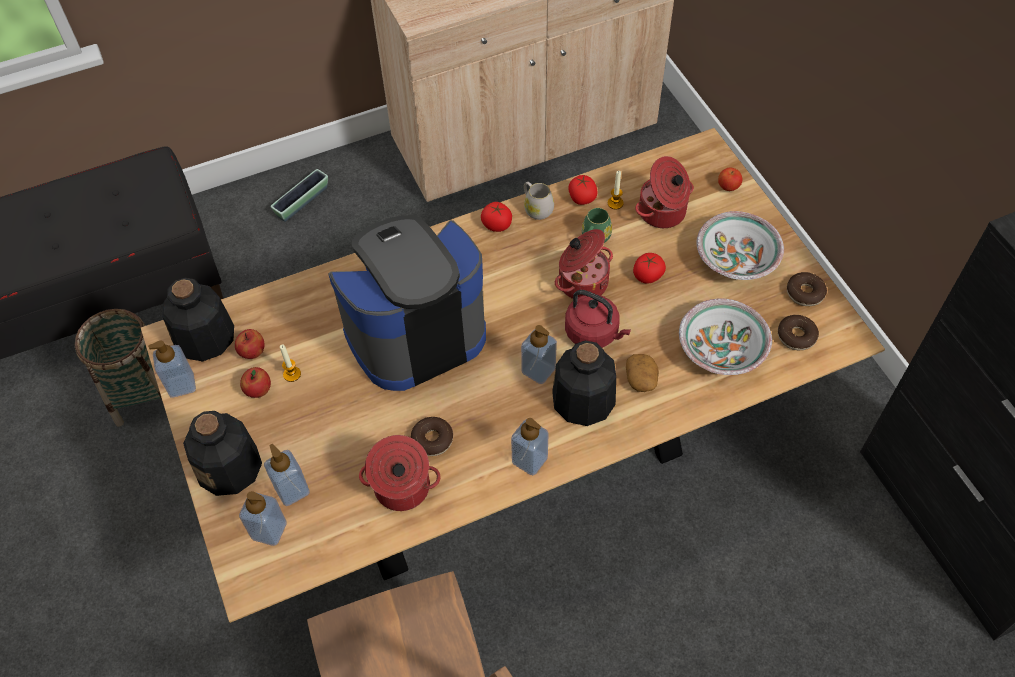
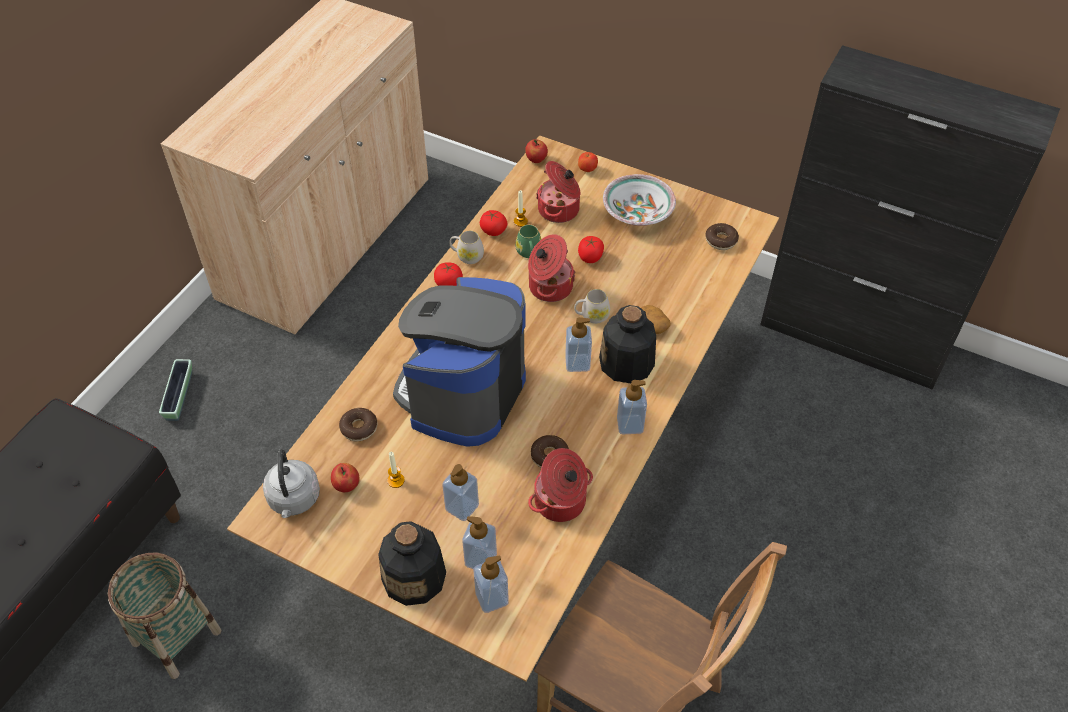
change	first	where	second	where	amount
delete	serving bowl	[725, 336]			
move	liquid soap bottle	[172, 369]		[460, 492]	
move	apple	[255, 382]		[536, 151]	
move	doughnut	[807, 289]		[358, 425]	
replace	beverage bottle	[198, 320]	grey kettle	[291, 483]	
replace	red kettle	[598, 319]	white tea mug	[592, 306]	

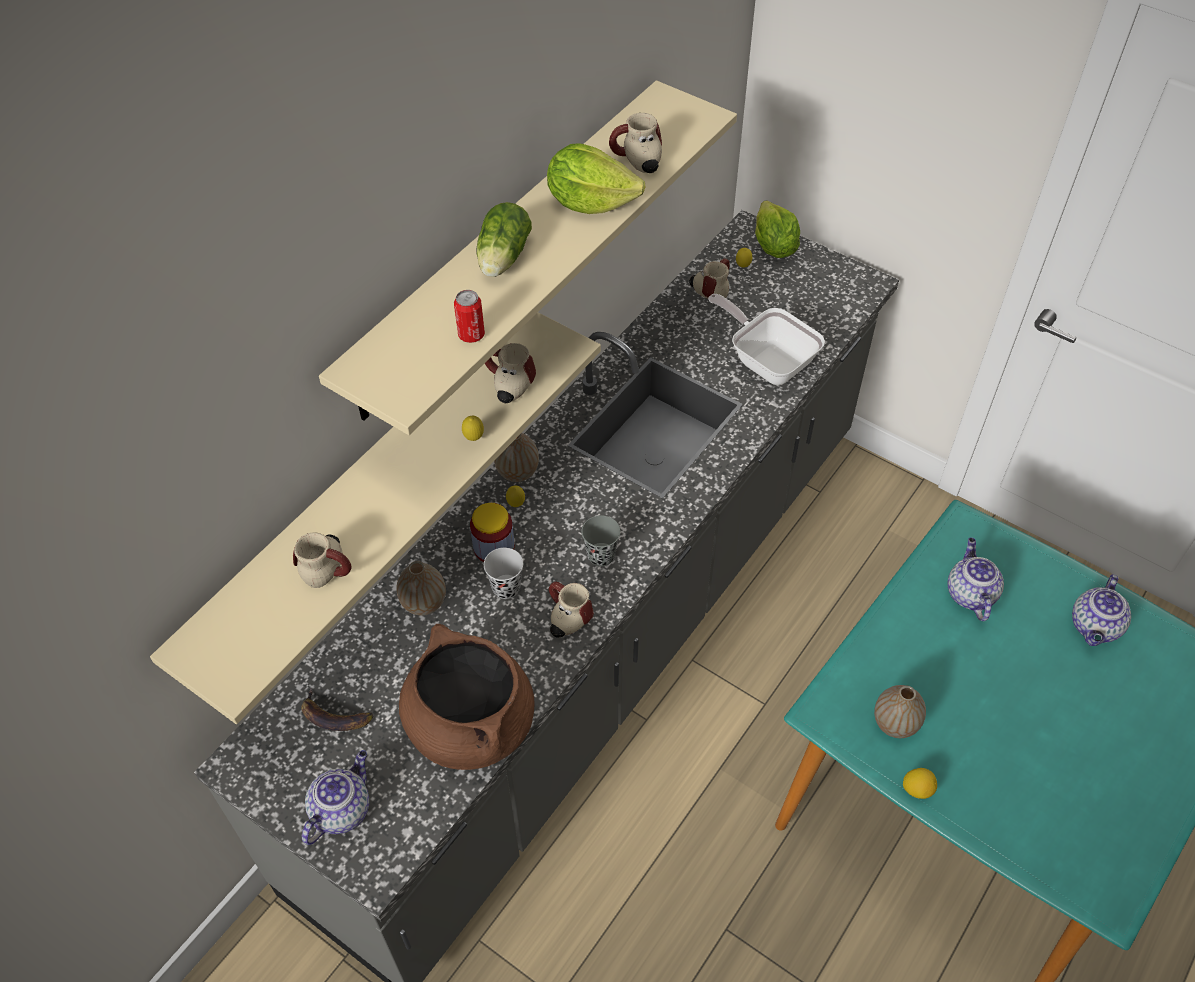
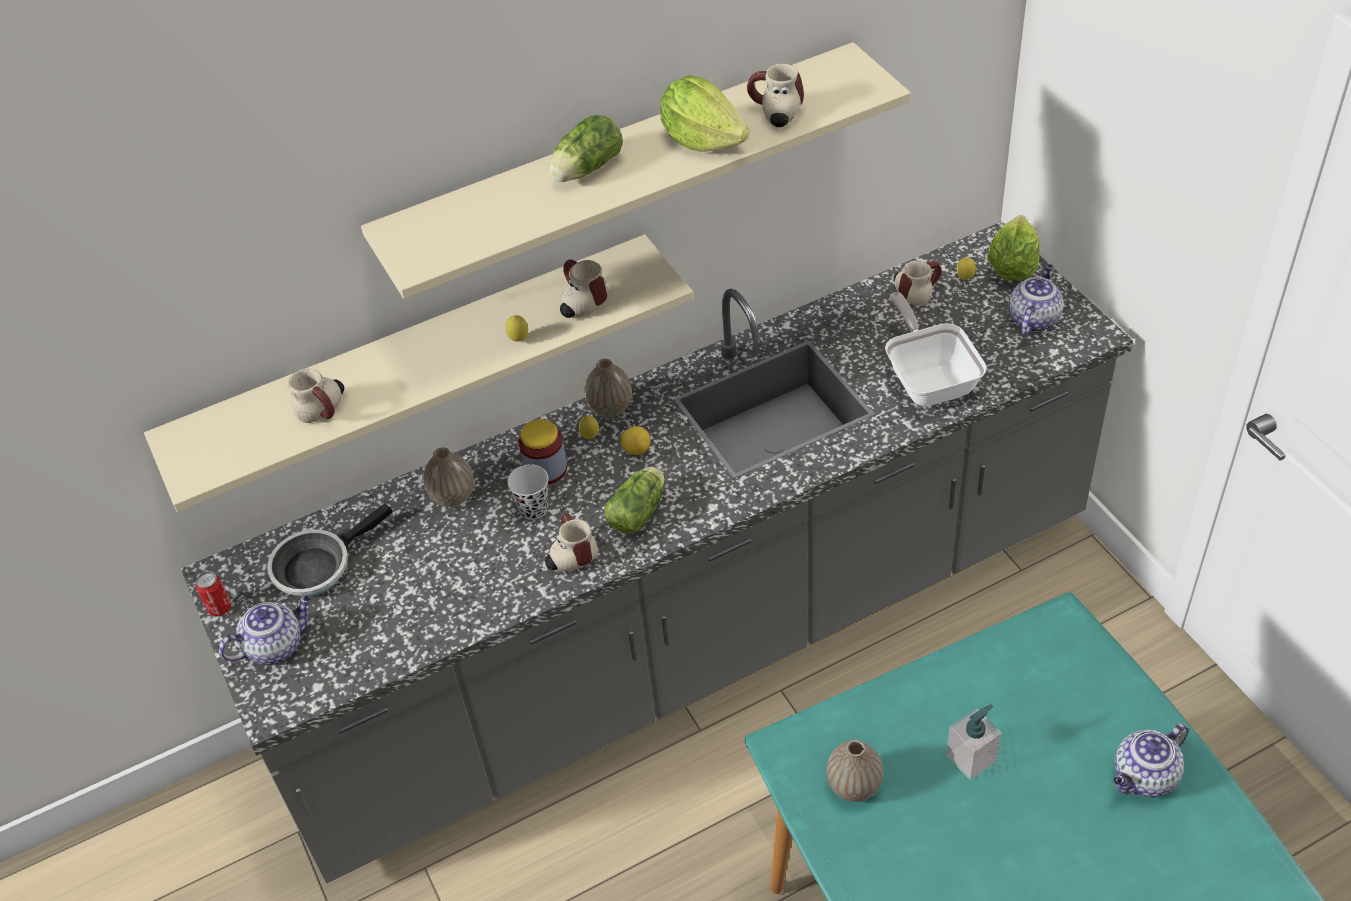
change	first	where	second	where	amount
delete	brown stockpot	[467, 697]			
insert			liquid soap bottle	[974, 742]	
move	metal can	[469, 316]		[214, 593]	
move	whole lemon	[920, 783]		[635, 440]	
move	teapot	[976, 579]		[1036, 299]	
replace	banana fruit	[337, 709]	skillet	[330, 550]	
replace	grey drinking cup	[601, 540]	lettuce	[634, 500]	

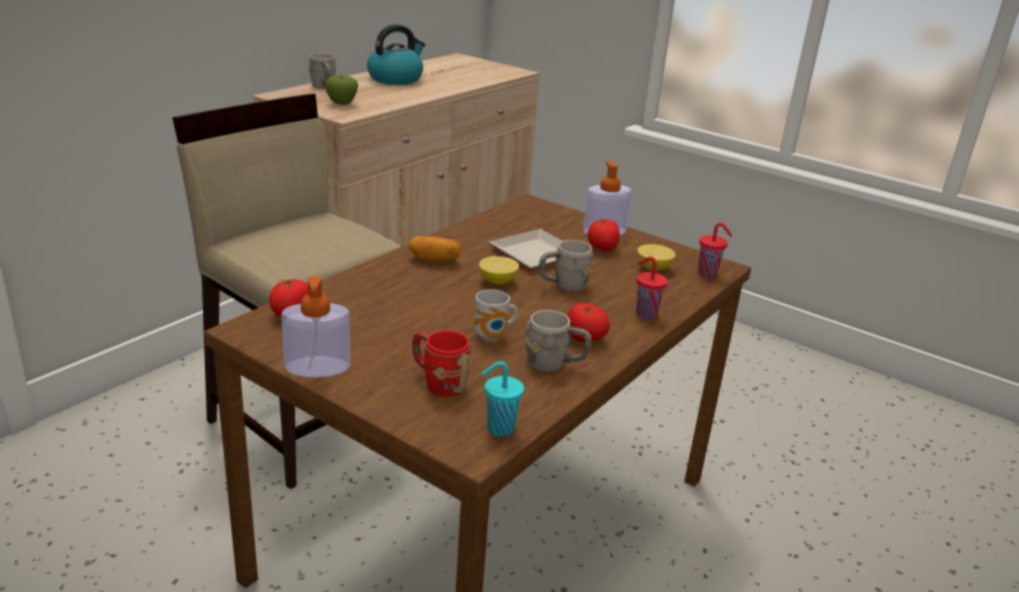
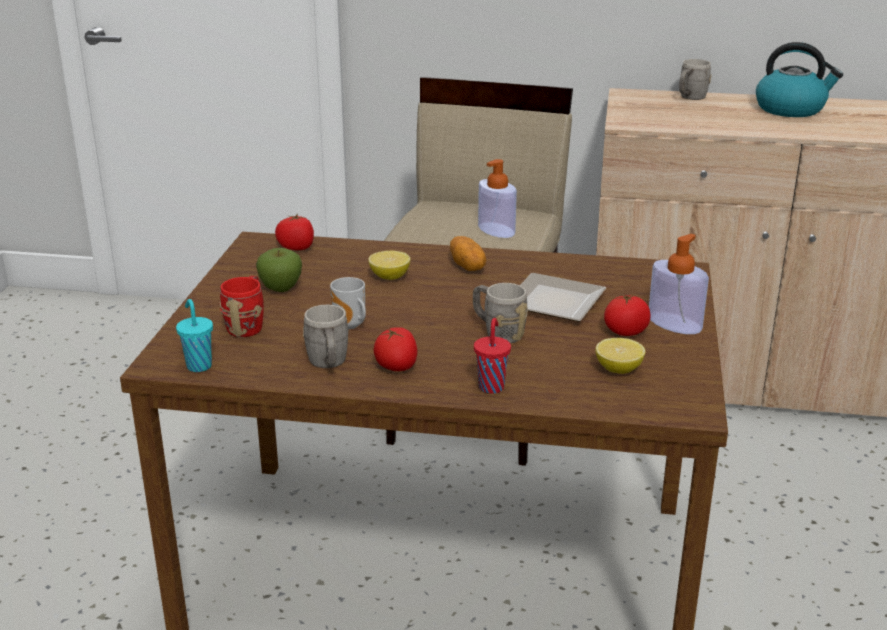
change	first	where	second	where	amount
delete	red drinking cup	[715, 250]			
move	liquid soap bottle	[315, 326]		[497, 198]	
move	apple	[341, 90]		[279, 270]	
move	whole lemon	[499, 270]		[389, 265]	

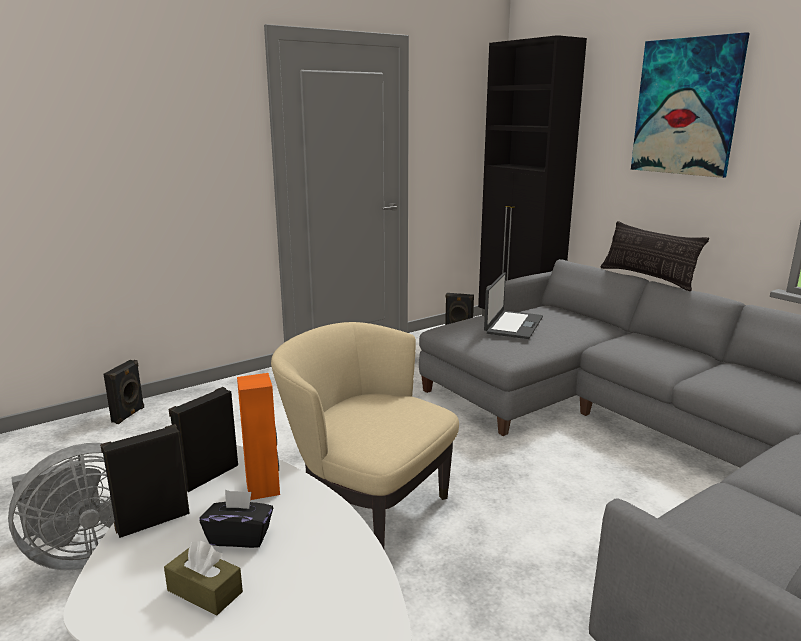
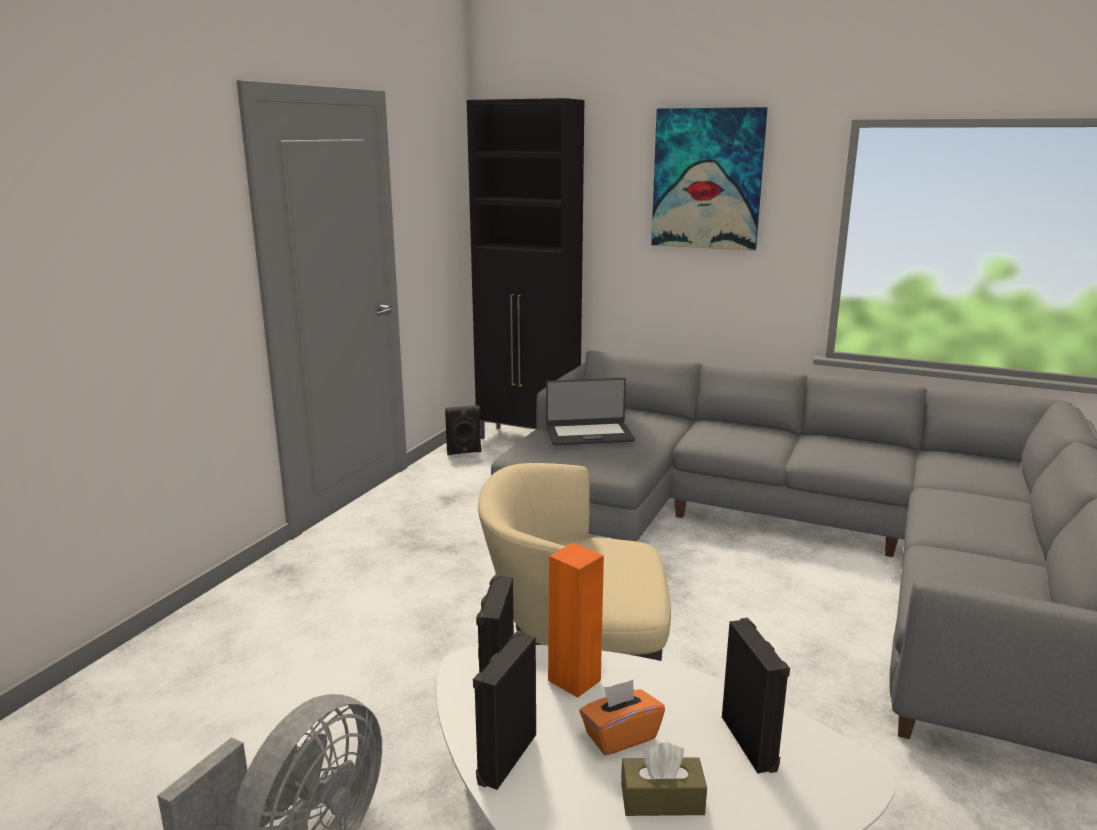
change	first	where	second	where	amount
delete	cushion	[655, 256]			
move	blackish audio speaker	[123, 392]		[756, 696]	
recolor	blackish box of tissues	[236, 519]	orange-coloured box of tissues	[622, 717]	
rotate	portable computer	[513, 306]		[590, 411]	90 degrees clockwise

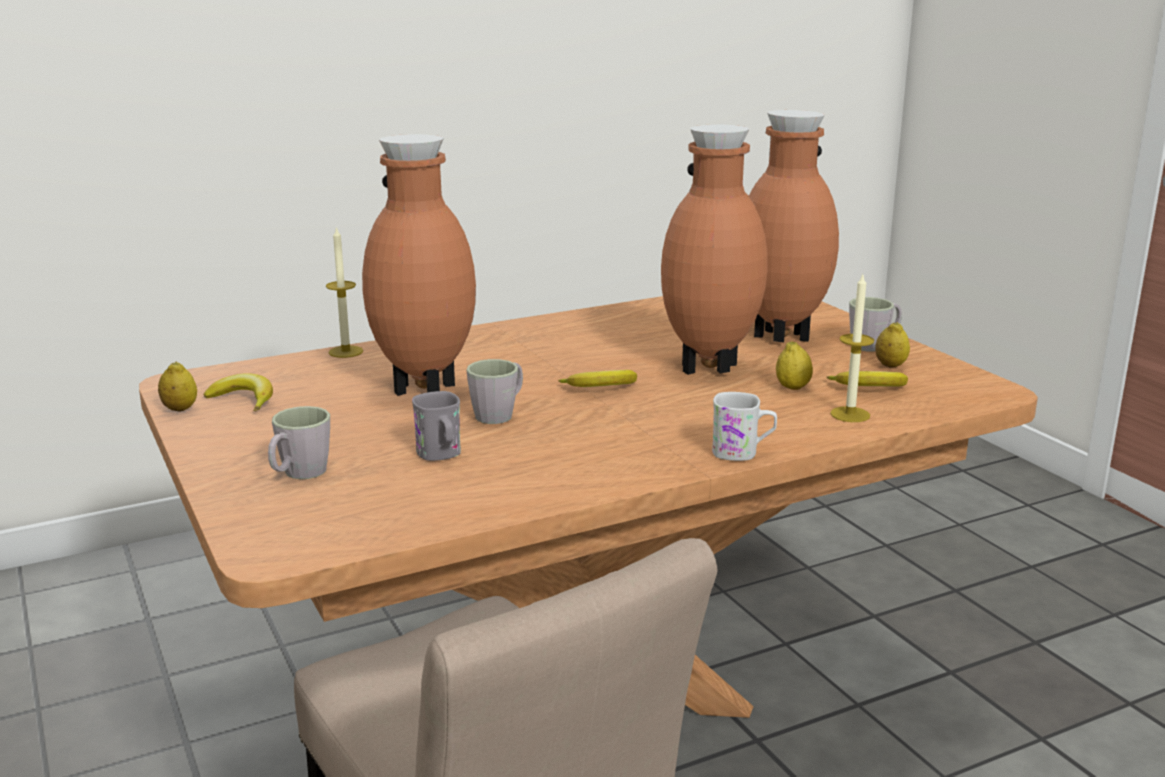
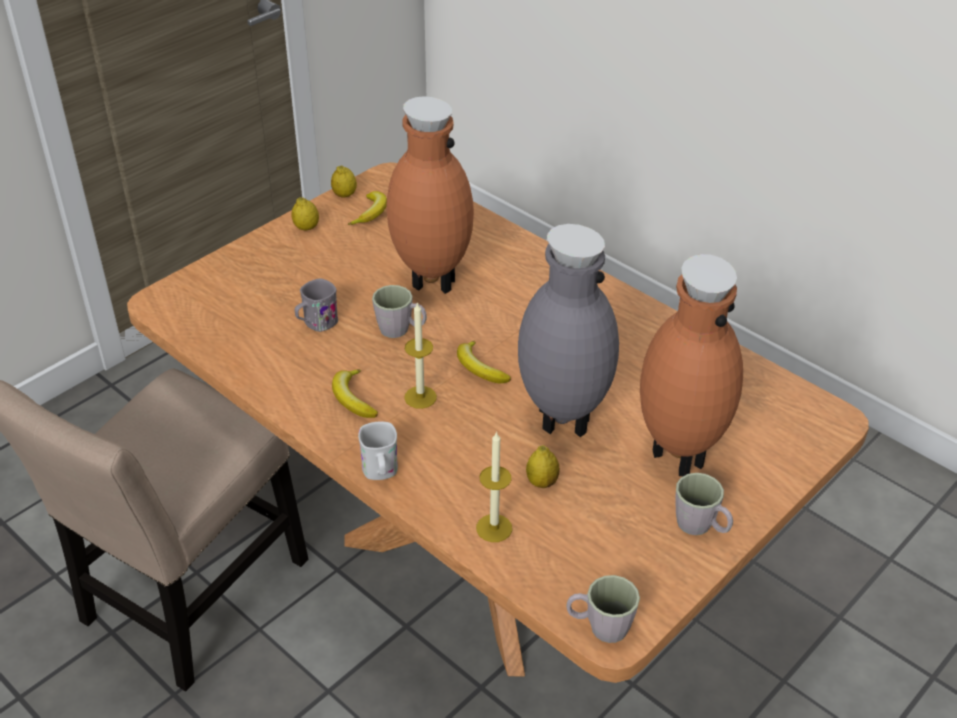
change	first	where	second	where	amount
move	grey tea mug	[299, 442]		[603, 609]	
move	wax candle	[344, 292]		[420, 355]	
move	banana fruit	[867, 379]		[355, 393]	
move	whole lemon	[892, 345]		[305, 214]	
recolor	brown decorative vase	[714, 249]	grey decorative vase	[568, 330]	

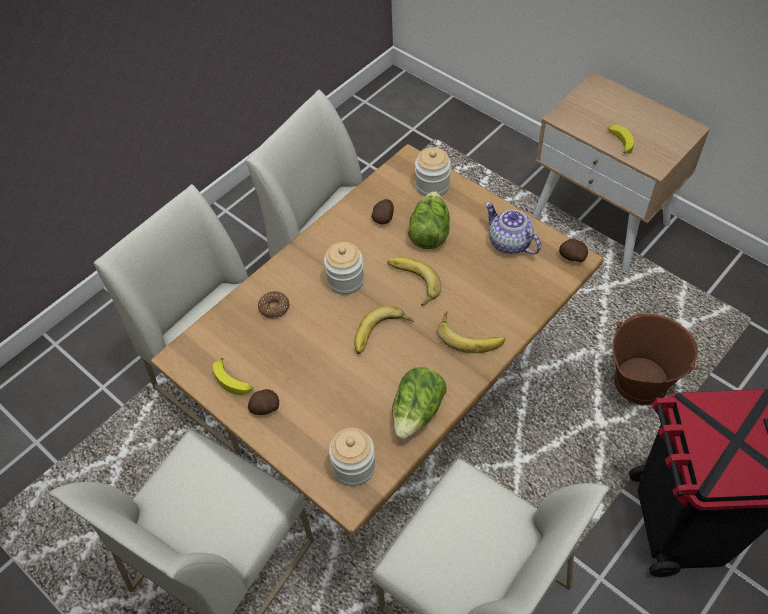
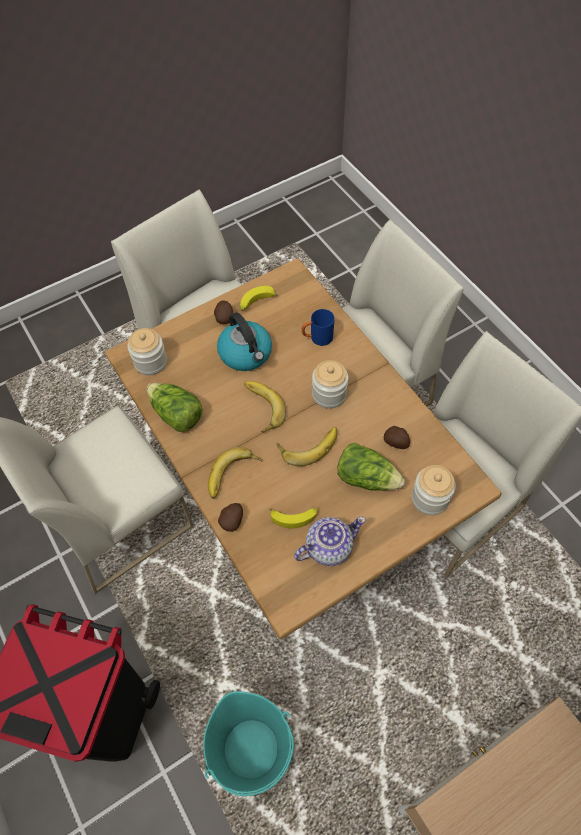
change	first	where	second	where	amount
insert			kettle	[244, 341]	
move	whole potato	[573, 250]		[230, 517]	
move	banana fruit	[620, 139]		[293, 518]	
replace	doughnut	[273, 305]	blue-coloured tea mug	[318, 327]	
recolor	brown bucket	[655, 359]	blue-green bucket	[248, 743]	

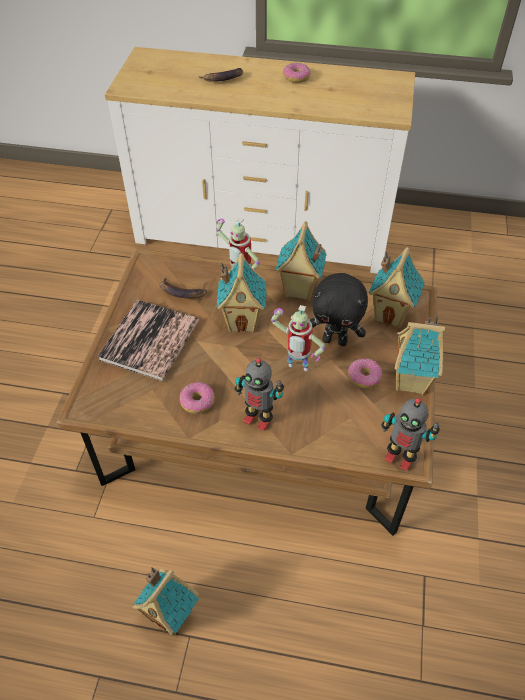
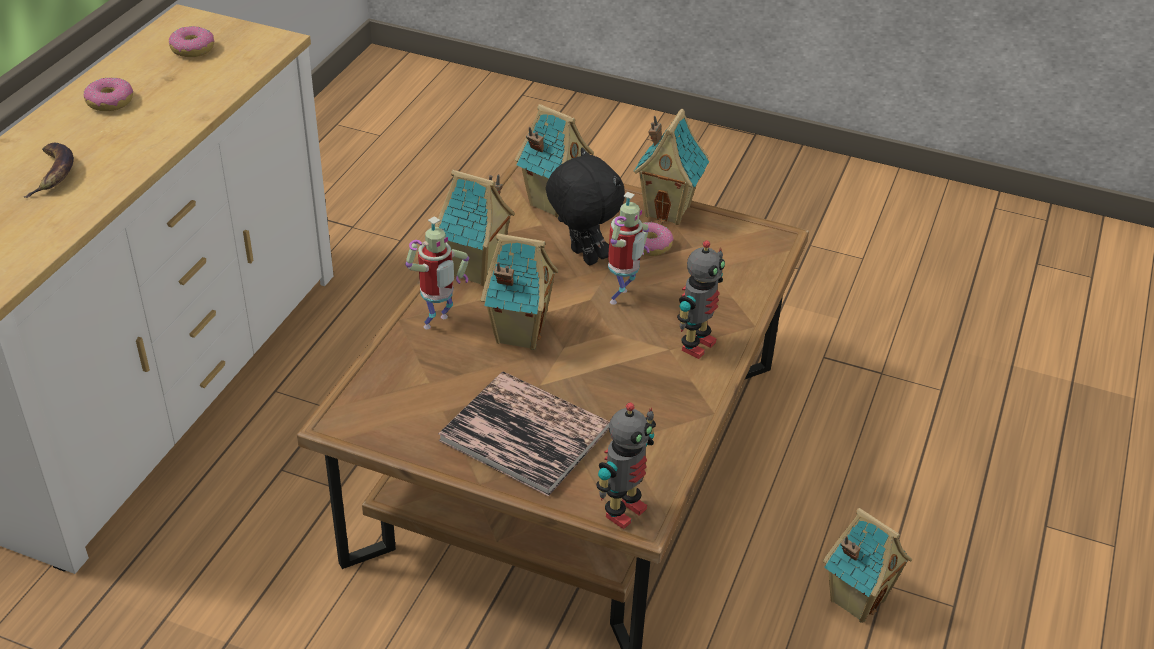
change	first	where	second	where	amount
delete	banana fruit	[183, 287]			
move	doughnut	[197, 398]		[191, 41]	
move	robot figure	[411, 434]		[626, 465]	
rotate	blackish cuddly toy	[339, 309]		[585, 206]	60 degrees counterclockwise

